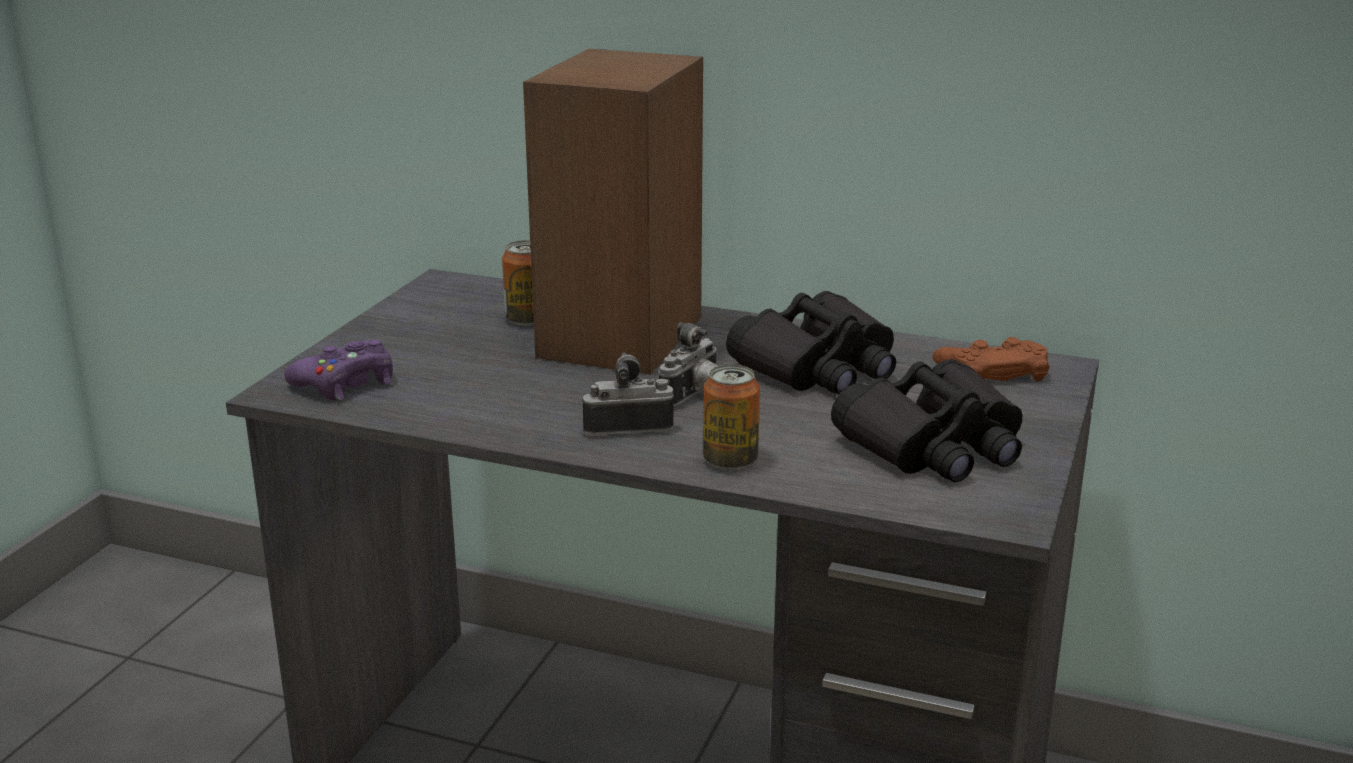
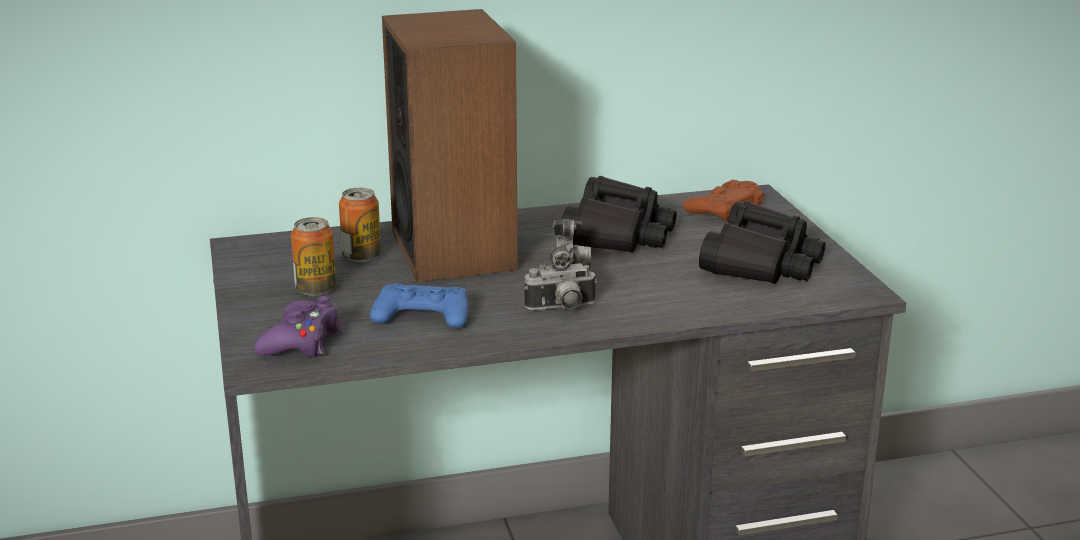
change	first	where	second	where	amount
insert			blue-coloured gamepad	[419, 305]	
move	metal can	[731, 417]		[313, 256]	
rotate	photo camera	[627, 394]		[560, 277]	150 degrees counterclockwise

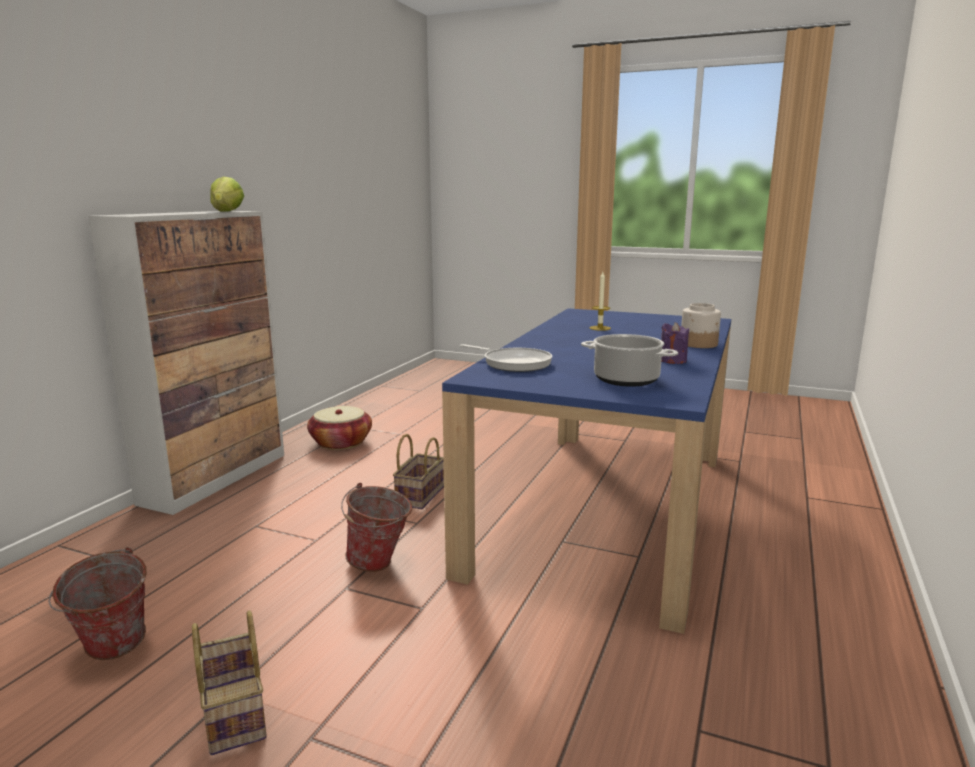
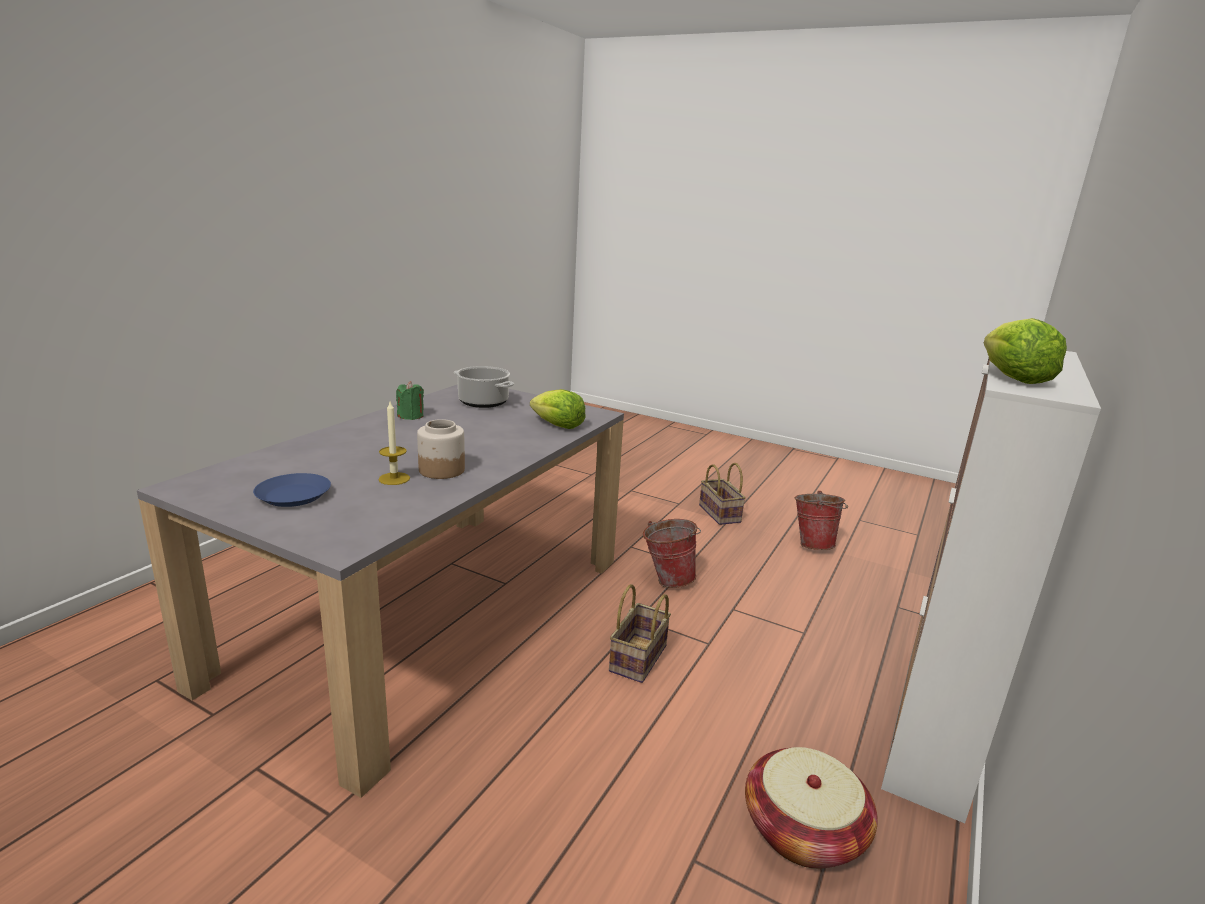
change	first	where	second	where	amount
insert			blue-coloured plate	[292, 490]	
move	jar	[701, 325]		[441, 449]	
replace	skillet	[506, 358]	lettuce	[557, 409]	
recolor	blue-coloured dining table	[586, 471]	grey dining table	[380, 591]	
recolor	purplish wax candle	[675, 343]	green-coloured wax candle	[410, 400]	

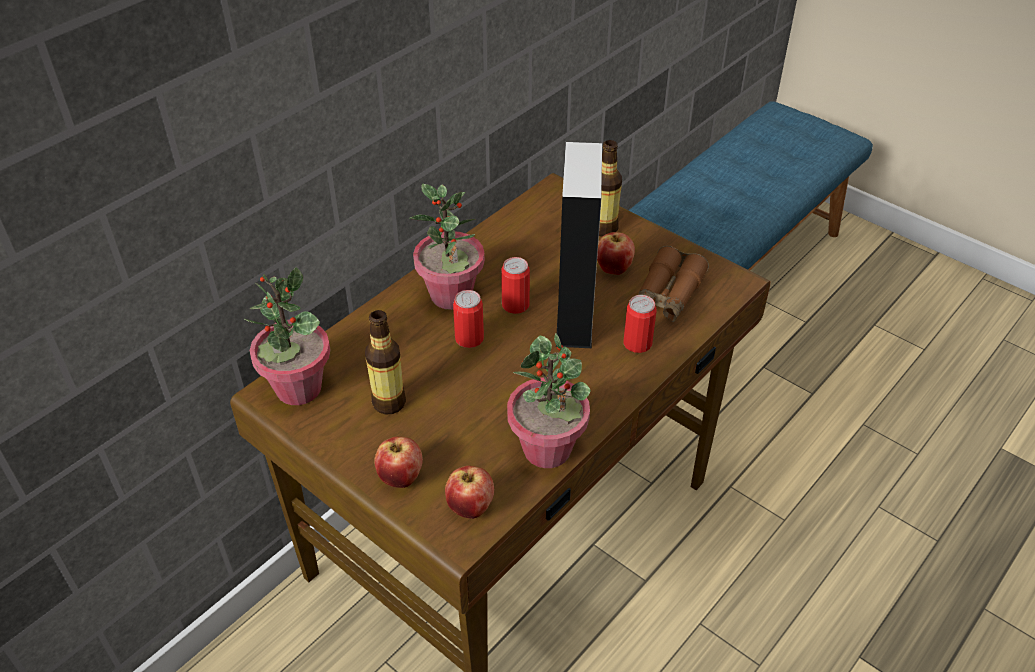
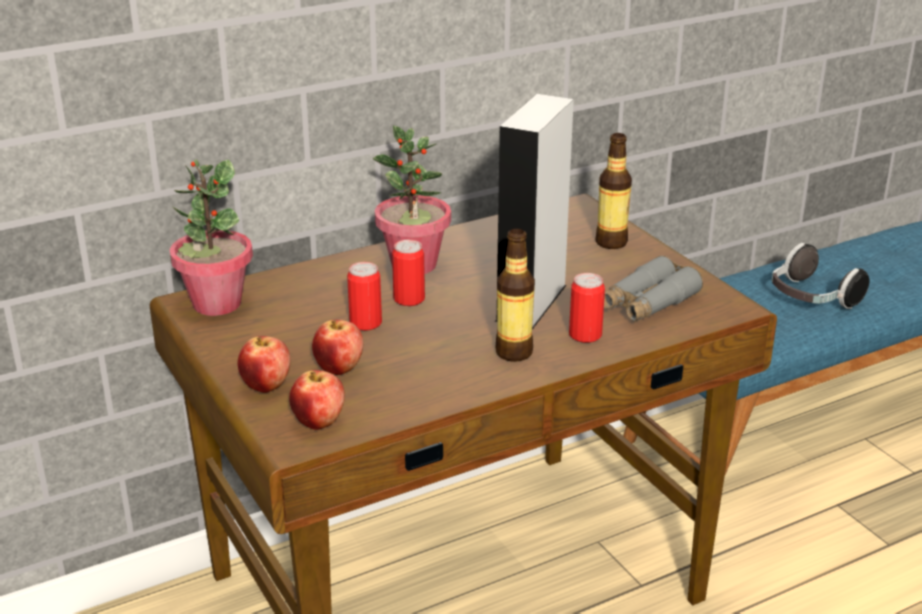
change	first	where	second	where	amount
delete	potted plant	[549, 400]			
insert			headset	[820, 276]	
move	beverage bottle	[385, 362]		[515, 295]	
move	metal can	[515, 285]		[364, 296]	
move	apple	[616, 253]		[337, 347]	
recolor	brown pair of binoculars	[674, 284]	grey pair of binoculars	[653, 288]	

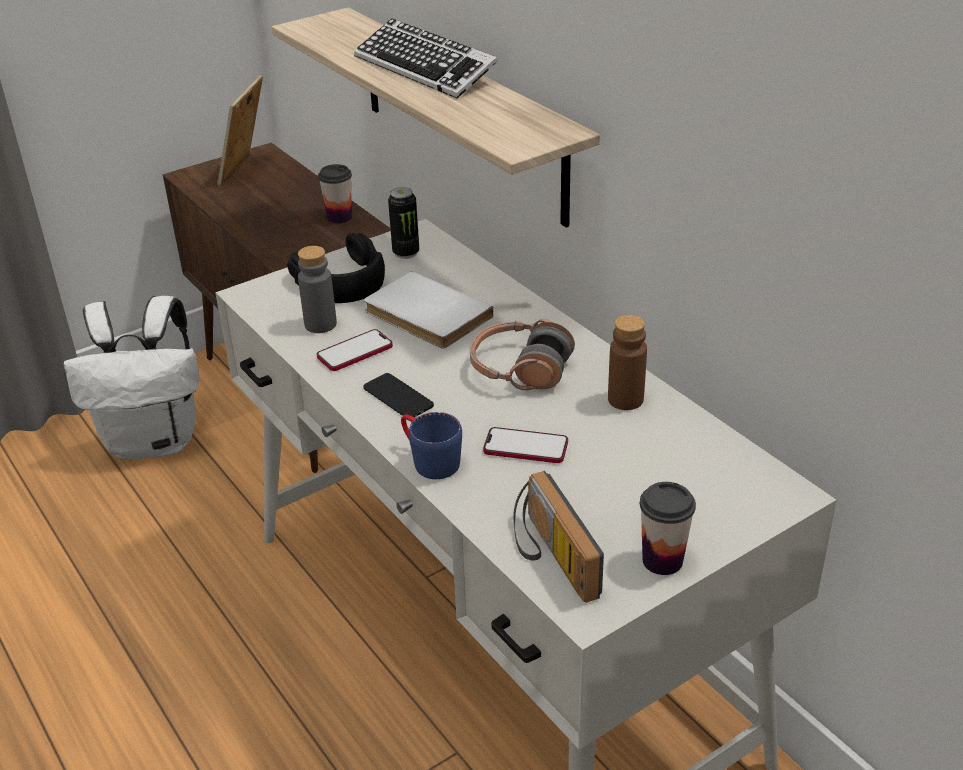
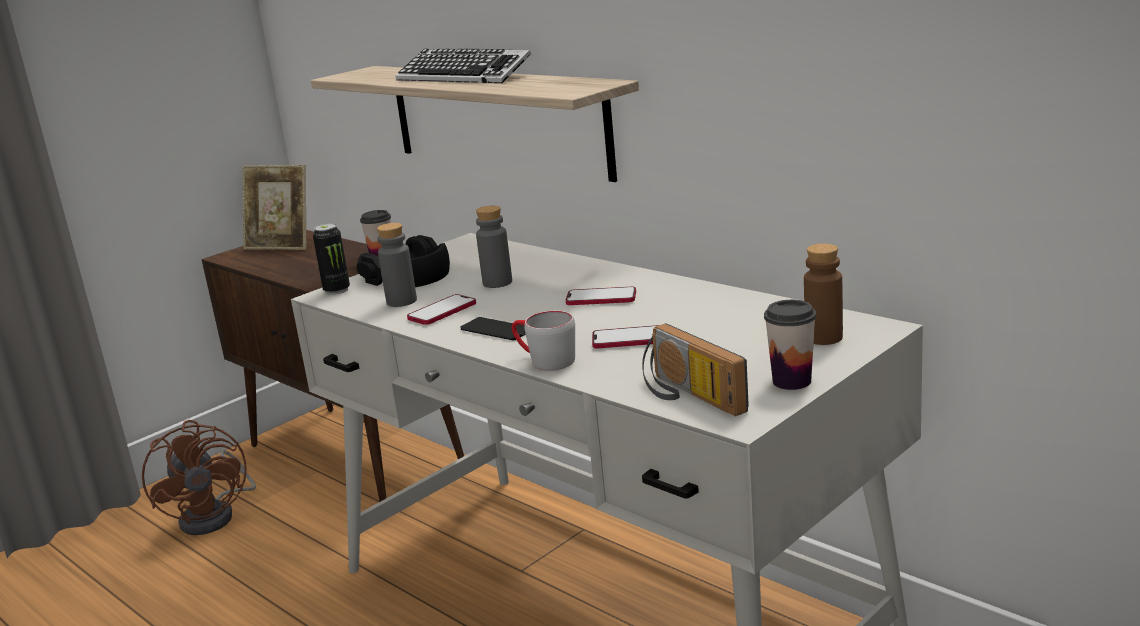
change	first	where	second	where	amount
move	metal can	[403, 223]		[331, 259]	
move	brown beverage bottle	[627, 362]		[823, 294]	
replace	white backpack	[131, 378]	brown cooling fan	[199, 477]	
replace	white bound book	[429, 309]	grey beverage bottle	[494, 247]	
replace	headset	[522, 354]	phone	[601, 296]	
recolor	blue-coloured tea mug	[431, 445]	grey tea mug	[543, 341]	
rotate	picture frame	[240, 130]		[274, 207]	75 degrees counterclockwise

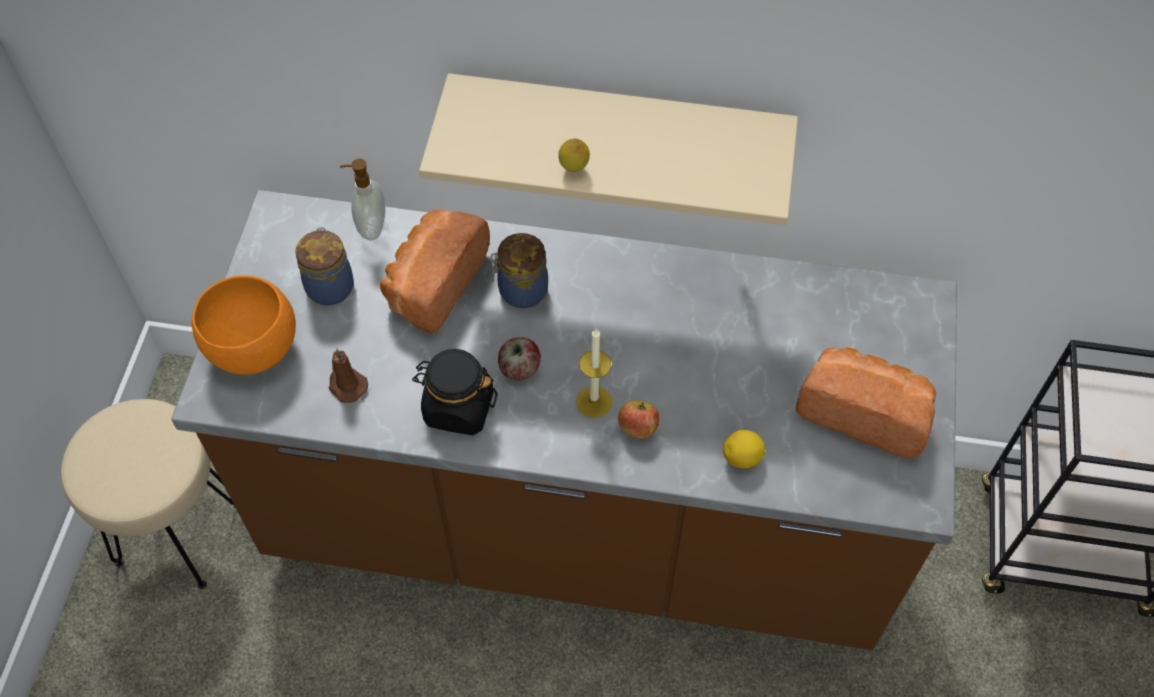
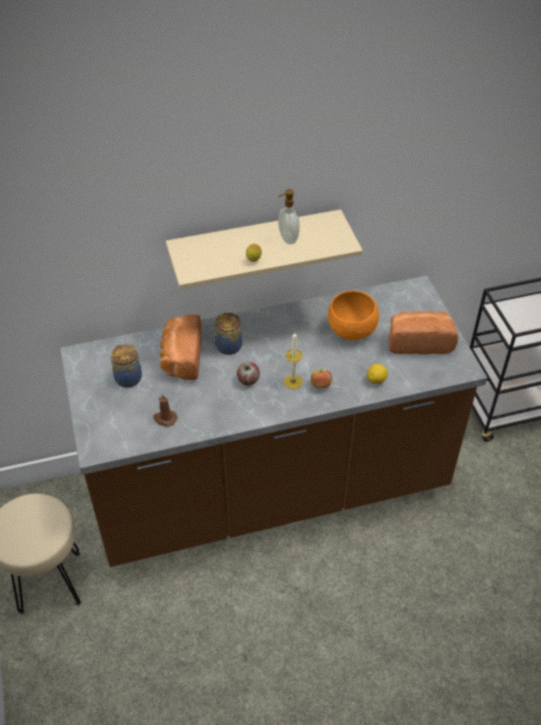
change	first	where	second	where	amount
delete	blackish jar	[455, 392]			
move	orange-coloured serving bowl	[244, 325]		[353, 315]	
move	liquid soap bottle	[362, 199]		[289, 216]	

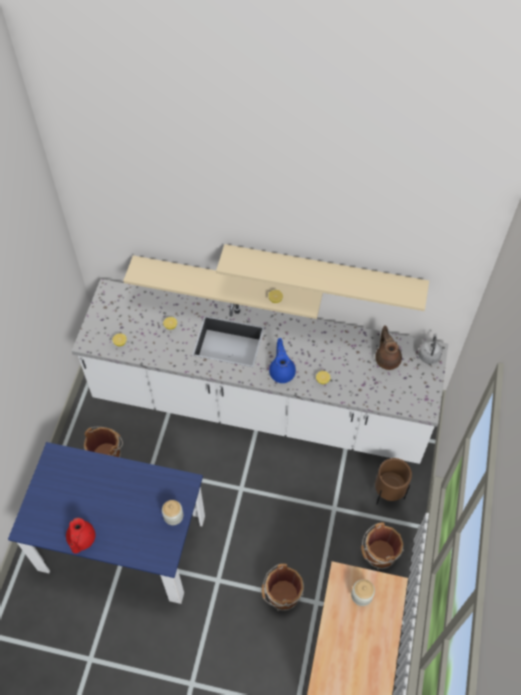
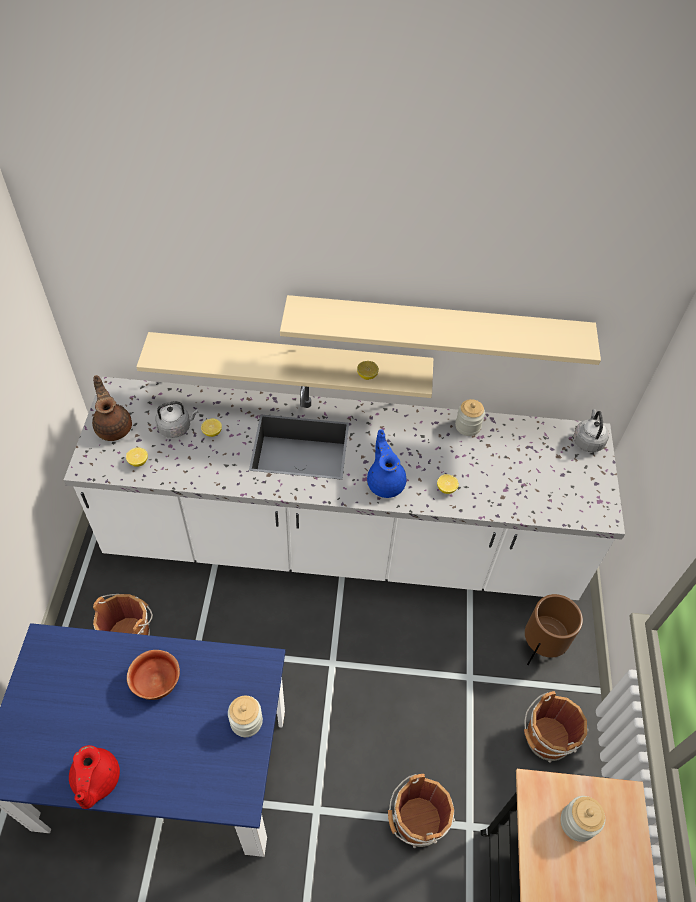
change	first	where	second	where	amount
insert			serving bowl	[153, 675]	
insert			grey kettle	[176, 419]	
insert			jar	[470, 417]	
move	brown teapot	[388, 347]		[112, 408]	

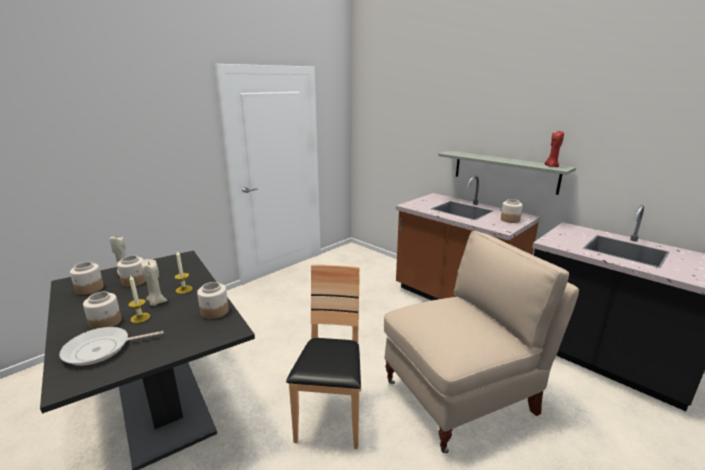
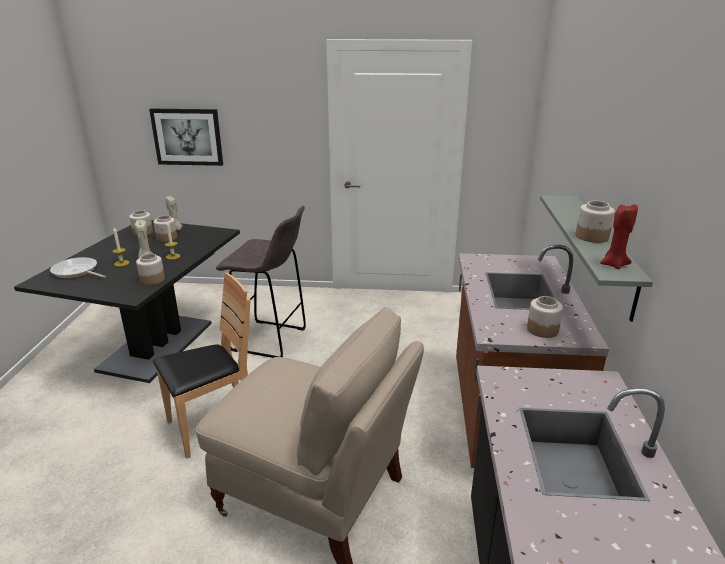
change	first	where	second	where	amount
insert			wall picture	[186, 137]	
insert			grey sitting stool	[261, 281]	
move	jar	[102, 310]		[595, 222]	

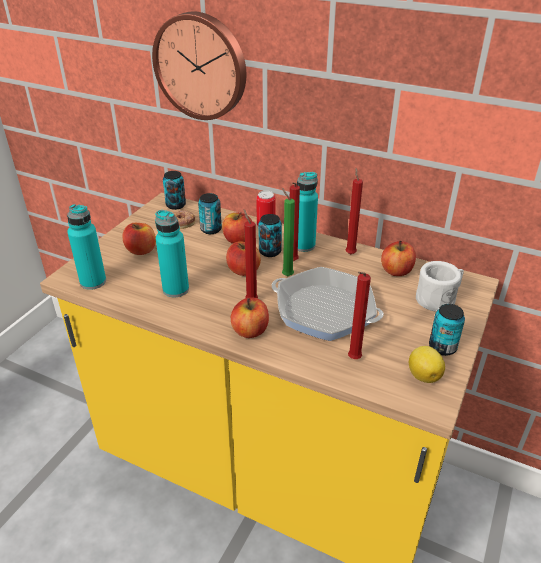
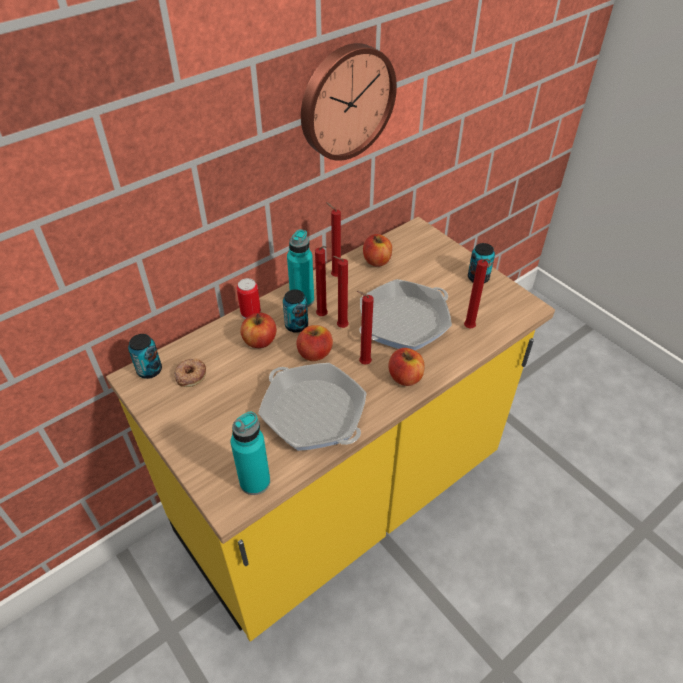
change	first	where	second	where	amount
delete	apple	[139, 239]			
delete	metal can	[210, 213]			
delete	whole lemon	[427, 364]			
delete	white tea mug	[440, 286]			
move	wall clock	[199, 66]		[349, 102]	
replace	blue-green beverage bottle	[172, 253]	skillet	[312, 407]	
recolor	green-coloured wax candle	[288, 232]	red wax candle	[341, 292]	

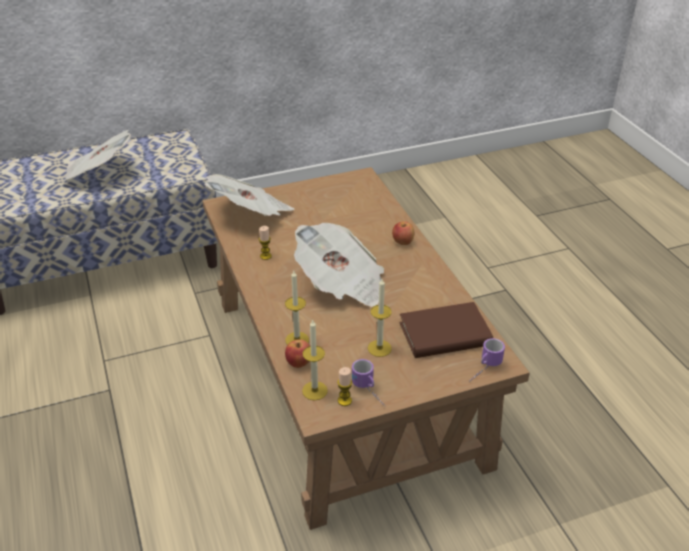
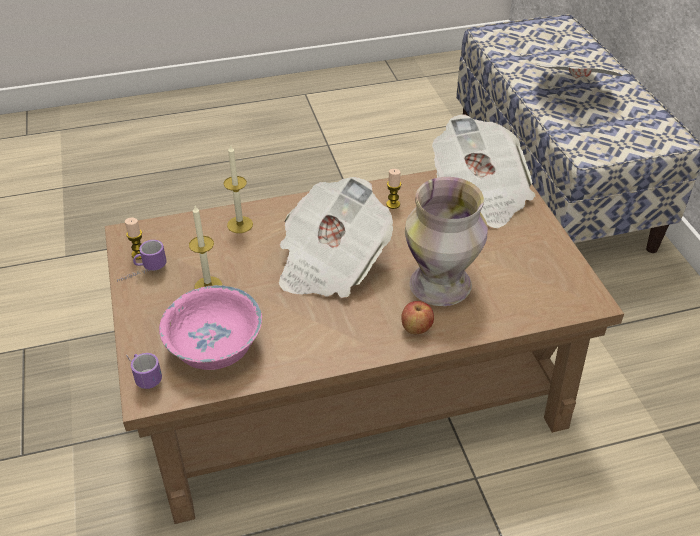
change	first	where	second	where	amount
delete	apple	[297, 353]			
delete	wax candle	[315, 359]			
insert			decorative vase	[446, 241]	
replace	brown bound book	[446, 330]	pink-coloured serving bowl	[210, 327]	

